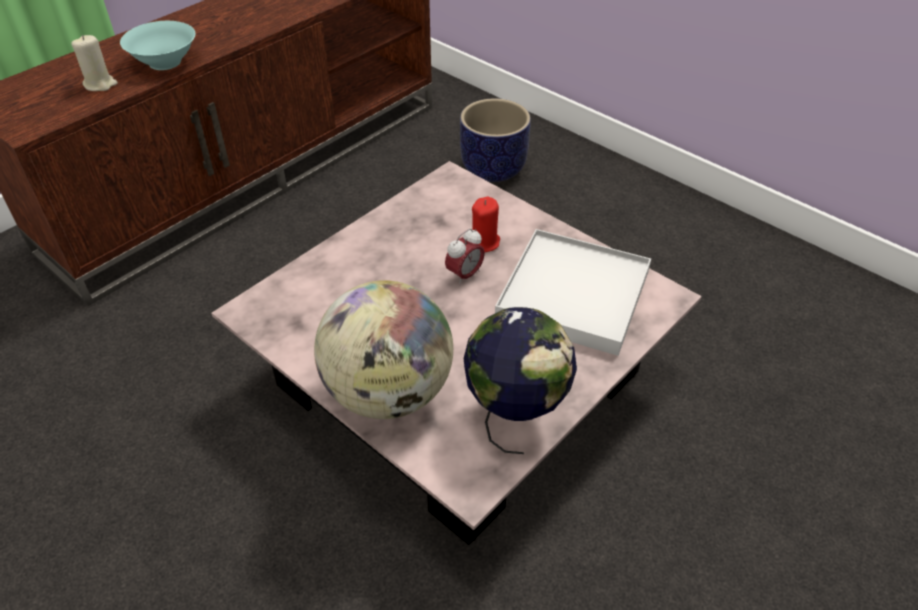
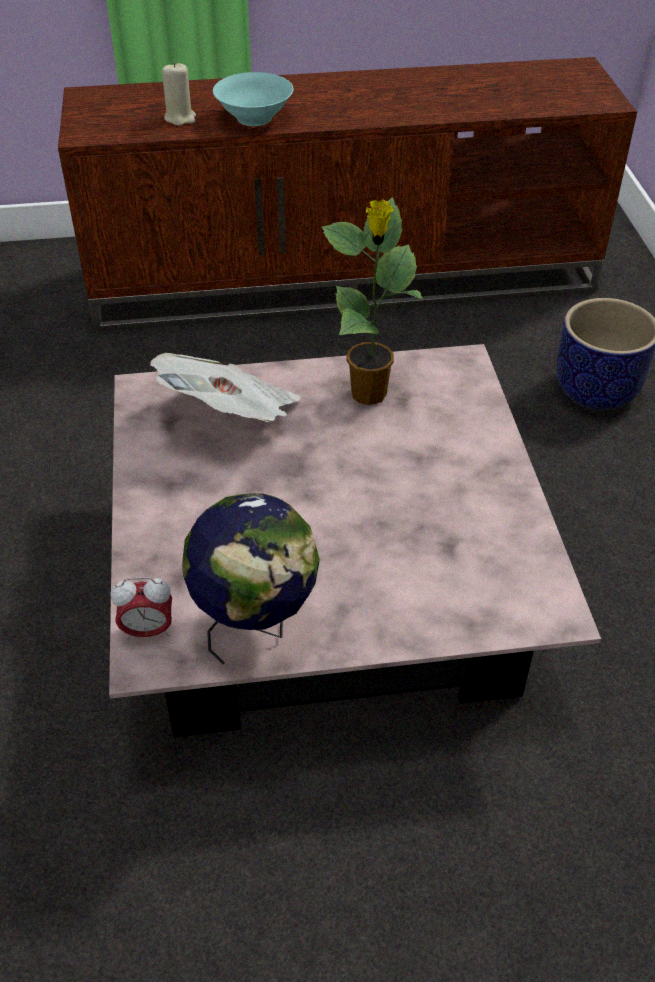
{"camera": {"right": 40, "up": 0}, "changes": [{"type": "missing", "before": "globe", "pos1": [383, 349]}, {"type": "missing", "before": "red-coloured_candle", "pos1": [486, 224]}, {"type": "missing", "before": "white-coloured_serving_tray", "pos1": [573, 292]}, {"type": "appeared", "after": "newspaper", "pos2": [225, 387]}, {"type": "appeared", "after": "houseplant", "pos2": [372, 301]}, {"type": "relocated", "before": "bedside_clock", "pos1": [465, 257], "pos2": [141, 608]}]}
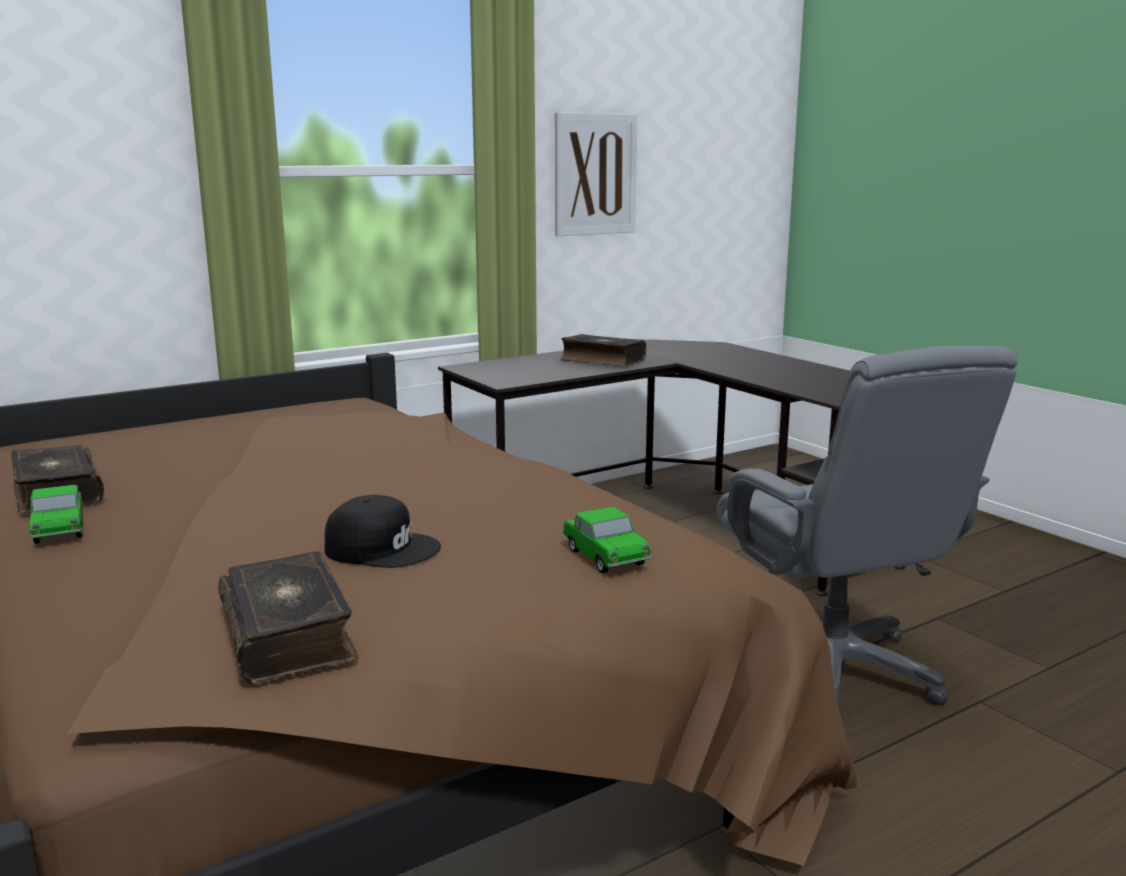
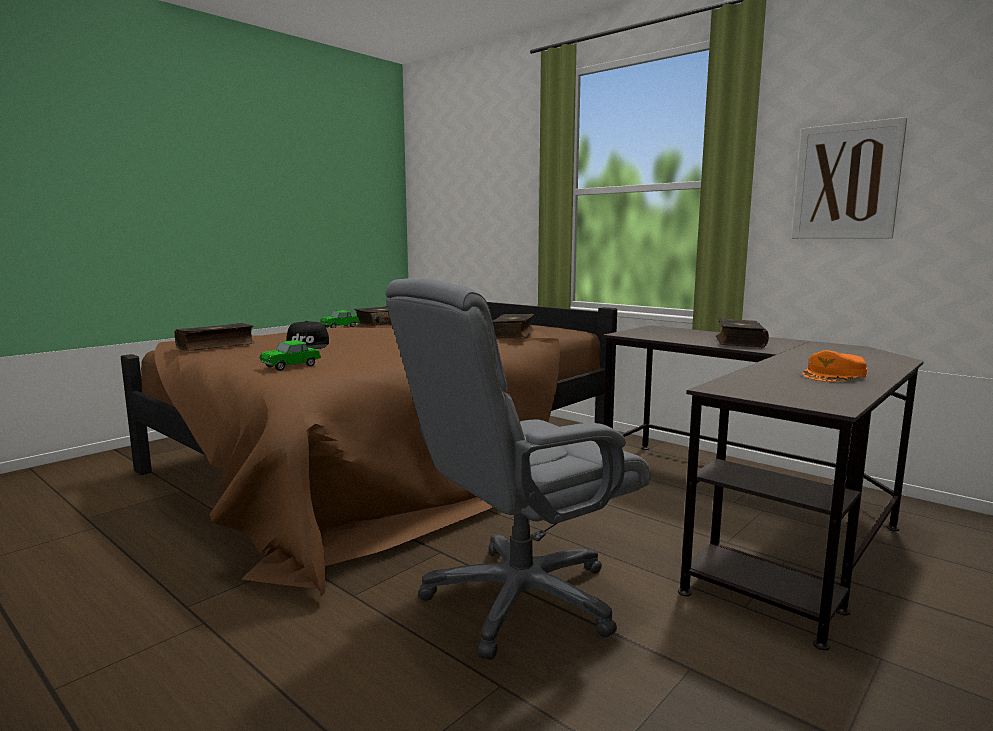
{"camera": {"right": 75, "up": -5}, "changes": [{"type": "appeared", "after": "volume", "pos2": [513, 326]}, {"type": "appeared", "after": "orange_peaked_cap", "pos2": [835, 366]}]}
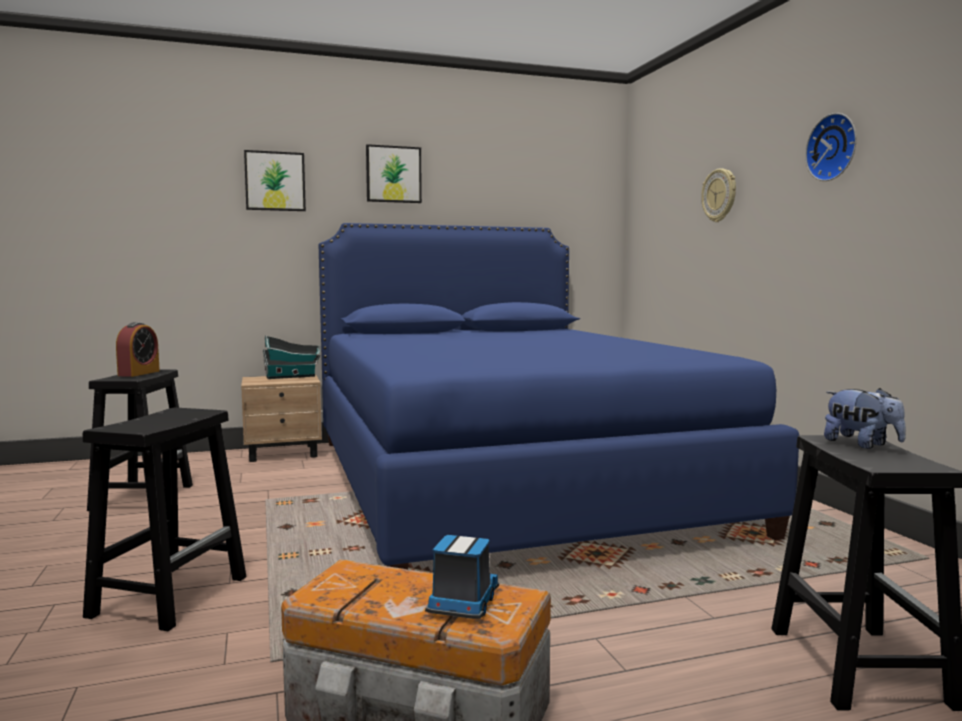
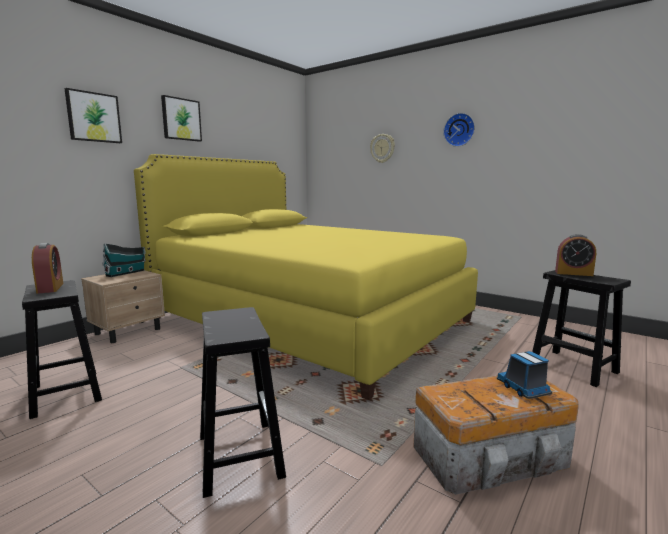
{"camera": {"right": -35, "up": 5}, "changes": [{"type": "exchanged", "before": "soft_toy", "after": "bedside_clock", "pos1": [865, 418], "pos2": [575, 255]}, {"type": "colour", "before": "blue-coloured_bedroom_bed", "after": "yellow-coloured_bedroom_bed", "pos1": [559, 396], "pos2": [306, 277]}]}
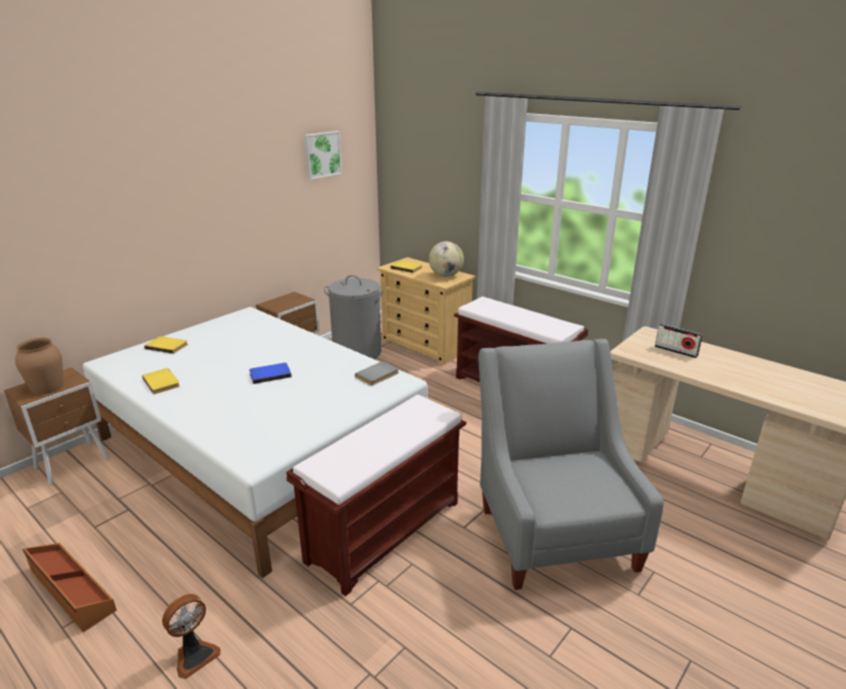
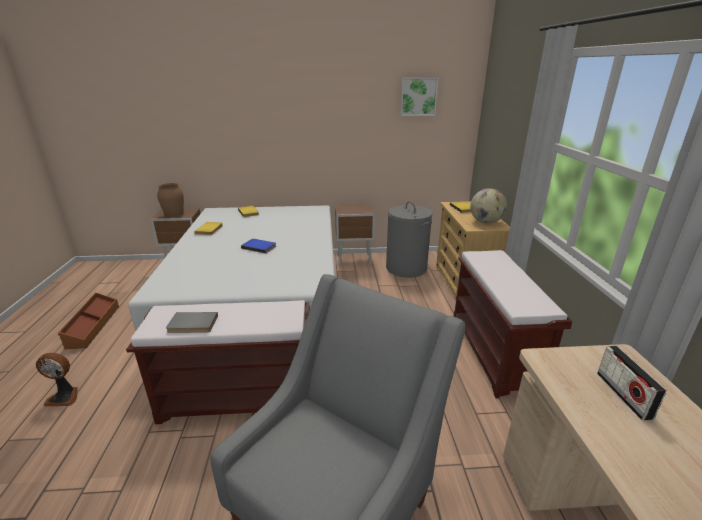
{"camera": {"right": 45, "up": 0}, "changes": [{"type": "relocated", "before": "gray_volume", "pos1": [377, 373], "pos2": [192, 322]}]}
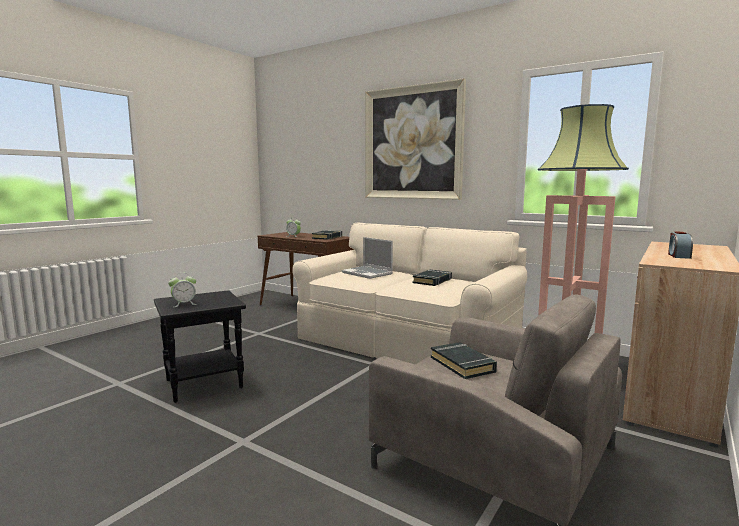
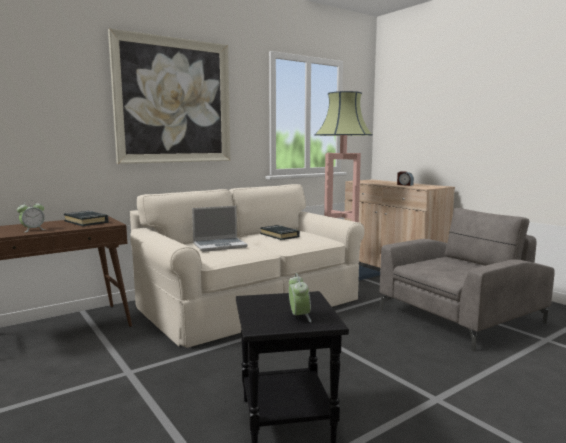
{"camera": {"right": -70, "up": 0}, "changes": [{"type": "missing", "before": "black-coloured_volume", "pos1": [464, 360]}]}
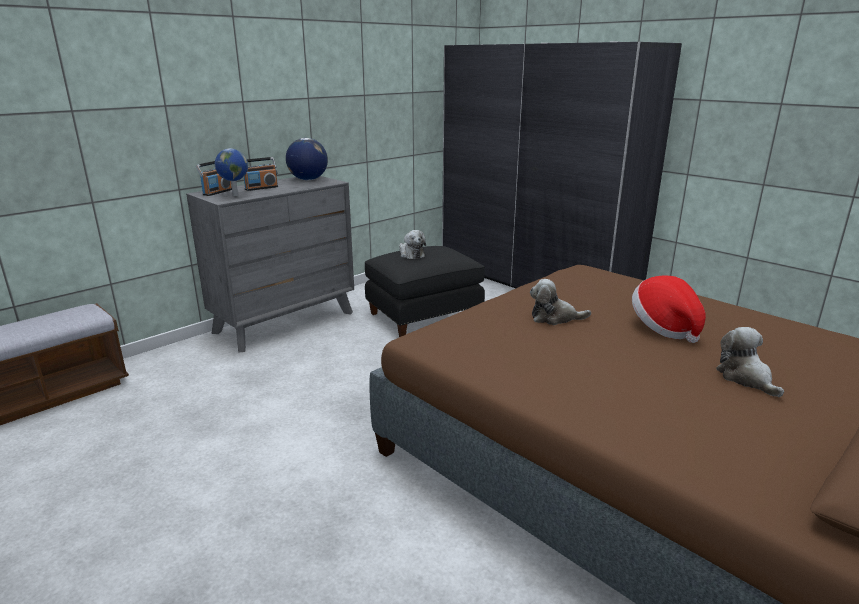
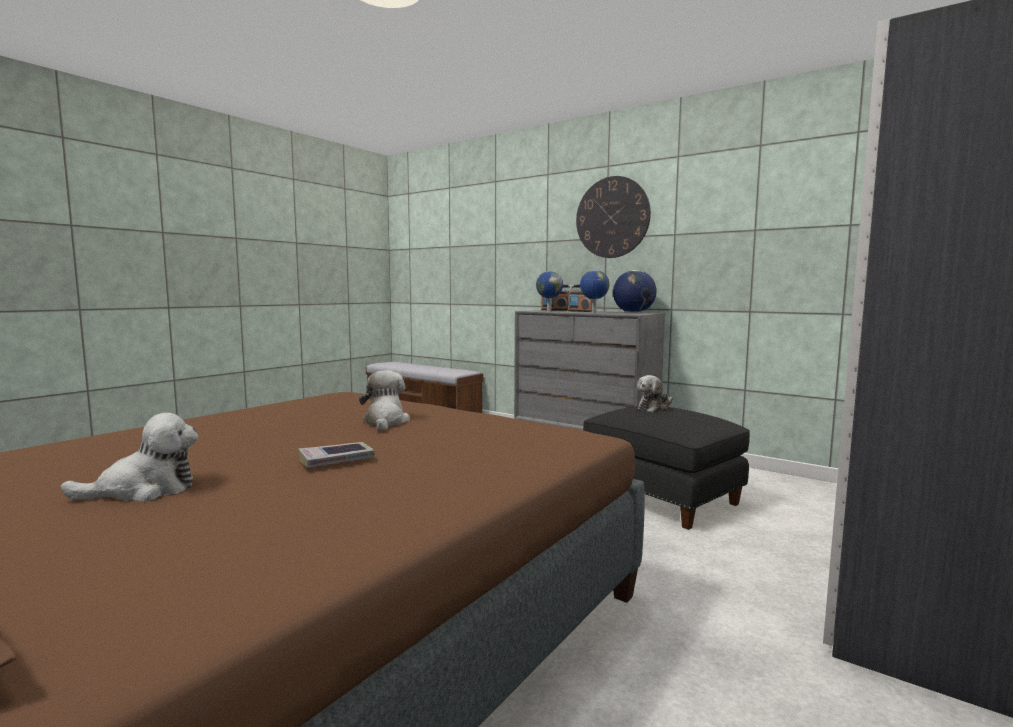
{"camera": {"right": 80, "up": -15}, "changes": [{"type": "appeared", "after": "wall_clock", "pos2": [613, 217]}, {"type": "appeared", "after": "globe", "pos2": [594, 291]}, {"type": "exchanged", "before": "clothing_hat", "after": "volume", "pos1": [669, 309], "pos2": [336, 455]}]}
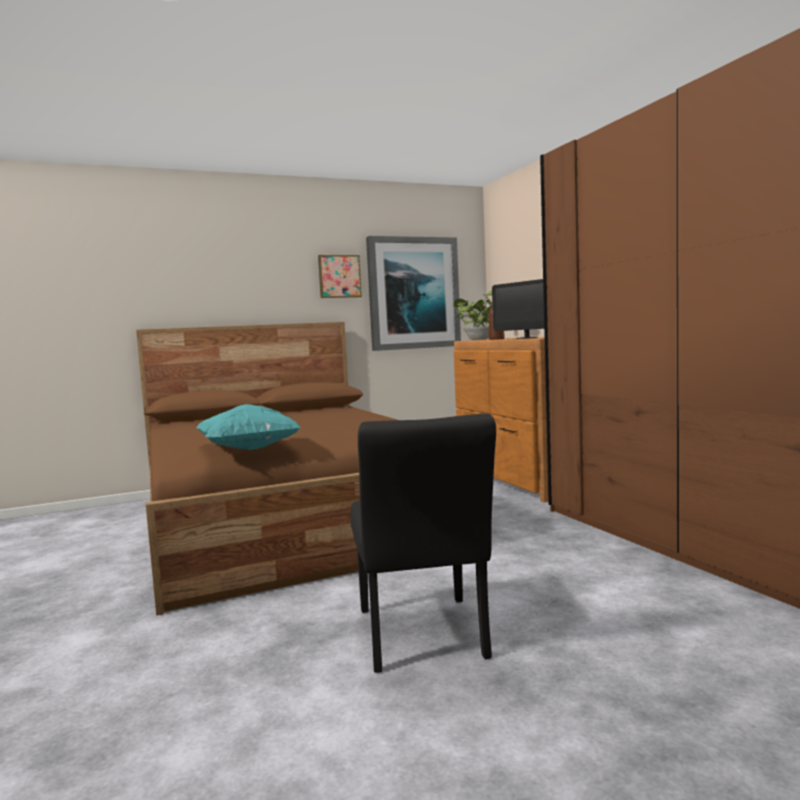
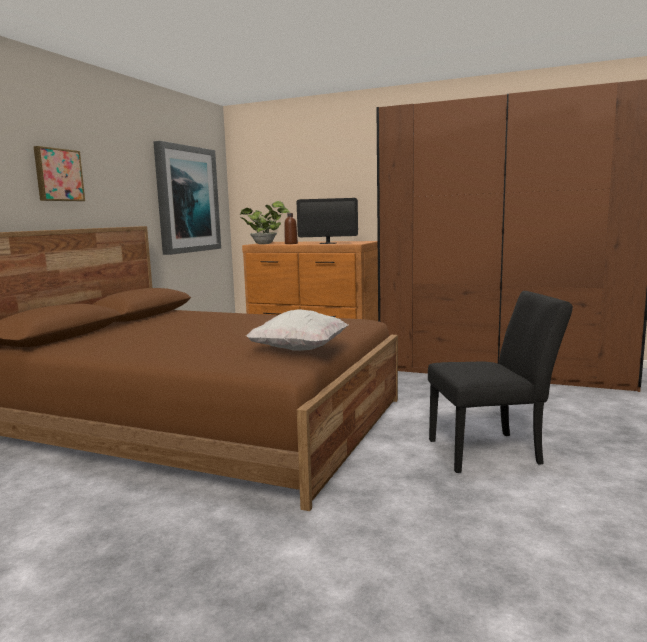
{"camera": {"right": -45, "up": 5}, "changes": [{"type": "relocated", "before": "wall_art", "pos1": [340, 276], "pos2": [59, 173]}, {"type": "colour", "before": "turquoise-coloured_throw_pillow", "after": "white-coloured_throw_pillow", "pos1": [248, 427], "pos2": [297, 330]}, {"type": "spun", "before": "black-coloured_chair", "pos1": [423, 543], "pos2": [500, 382], "turn": -45}]}
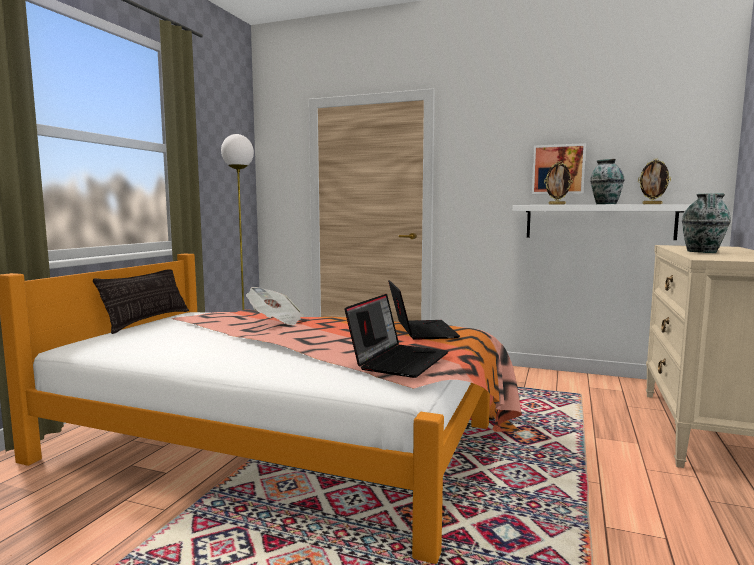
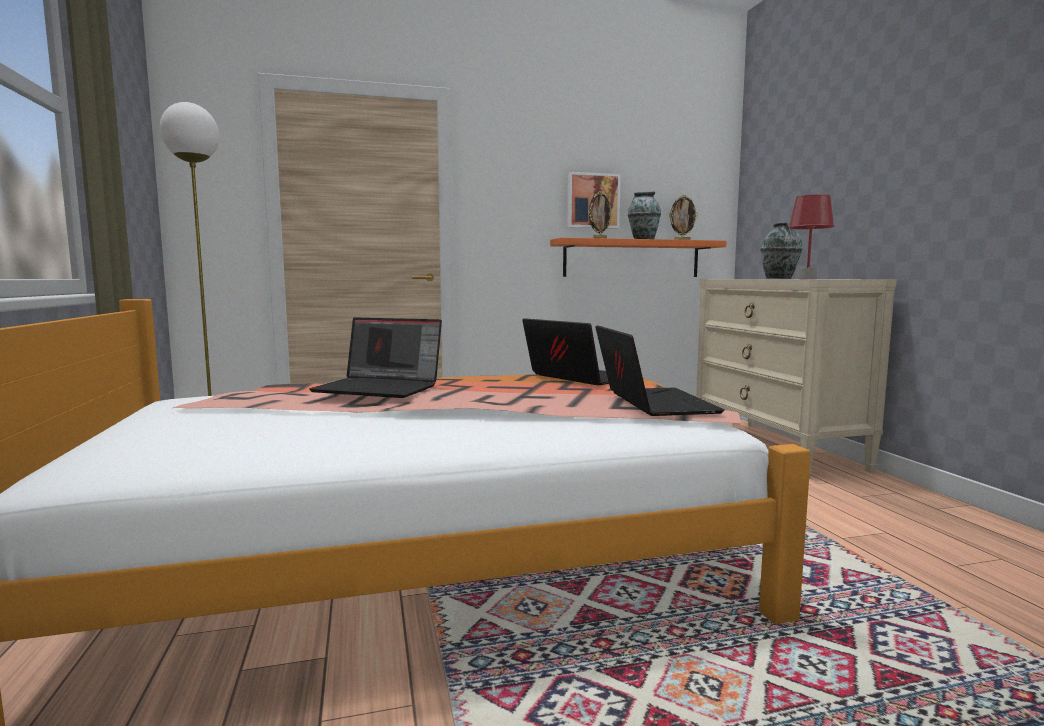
{"camera": {"right": -35, "up": 0}, "changes": [{"type": "missing", "before": "throw_pillow", "pos1": [141, 302]}, {"type": "appeared", "after": "red-coloured_tabletop_lamp", "pos2": [811, 236]}, {"type": "exchanged", "before": "newspaper", "after": "portable_computer", "pos1": [275, 306], "pos2": [375, 358]}, {"type": "colour", "before": "white-coloured_wall_shelf", "after": "orange_wall_shelf", "pos1": [602, 222], "pos2": [638, 257]}]}
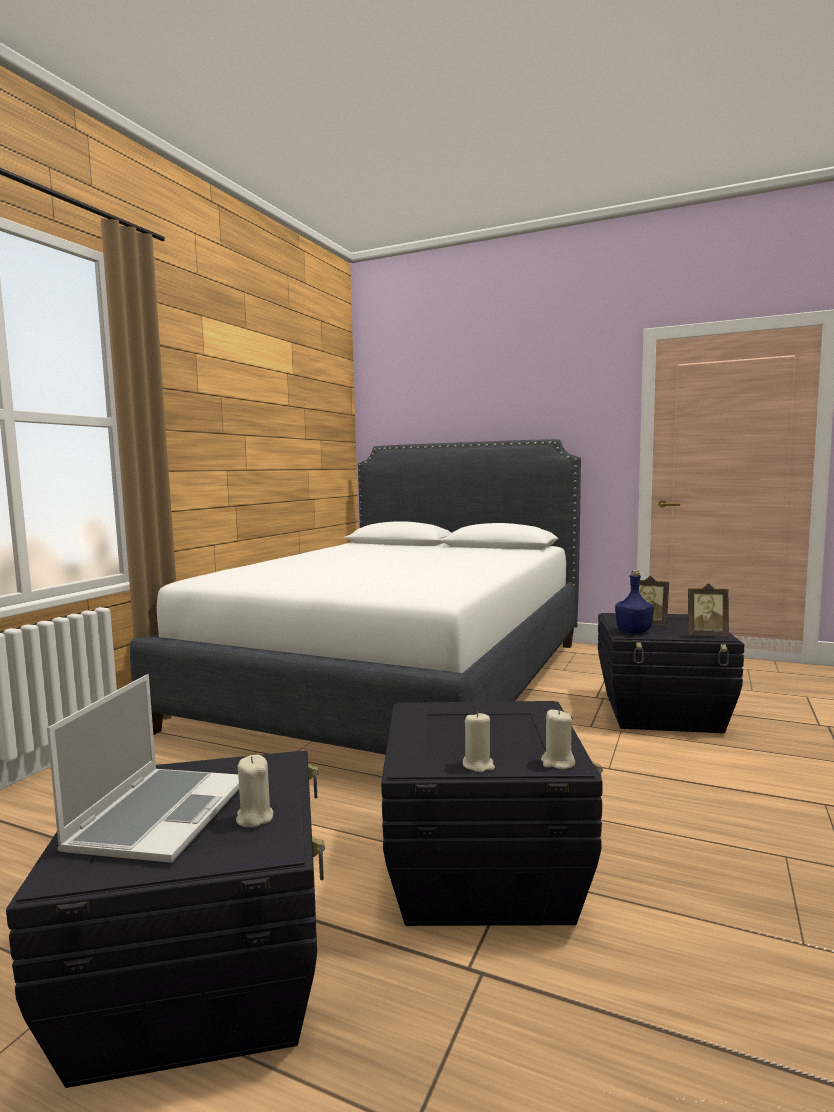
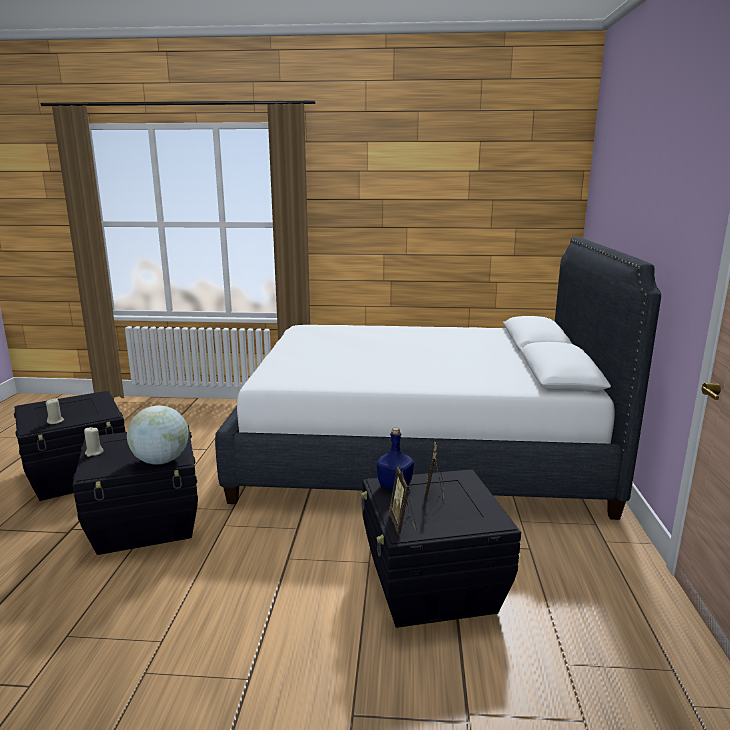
{"camera": {"right": 70, "up": 10}, "changes": [{"type": "missing", "before": "portable_computer", "pos1": [143, 768]}, {"type": "missing", "before": "beige_candle", "pos1": [558, 739]}, {"type": "appeared", "after": "globe", "pos2": [158, 435]}]}
